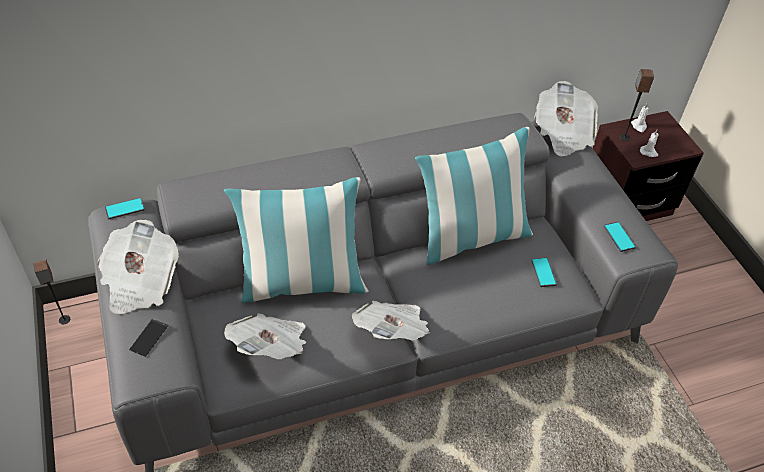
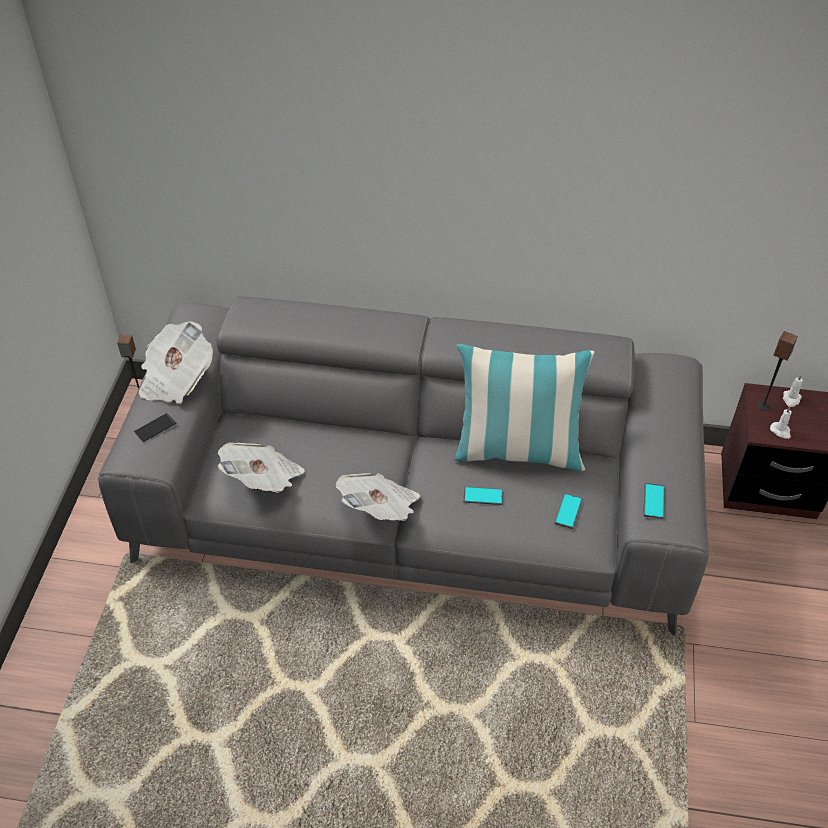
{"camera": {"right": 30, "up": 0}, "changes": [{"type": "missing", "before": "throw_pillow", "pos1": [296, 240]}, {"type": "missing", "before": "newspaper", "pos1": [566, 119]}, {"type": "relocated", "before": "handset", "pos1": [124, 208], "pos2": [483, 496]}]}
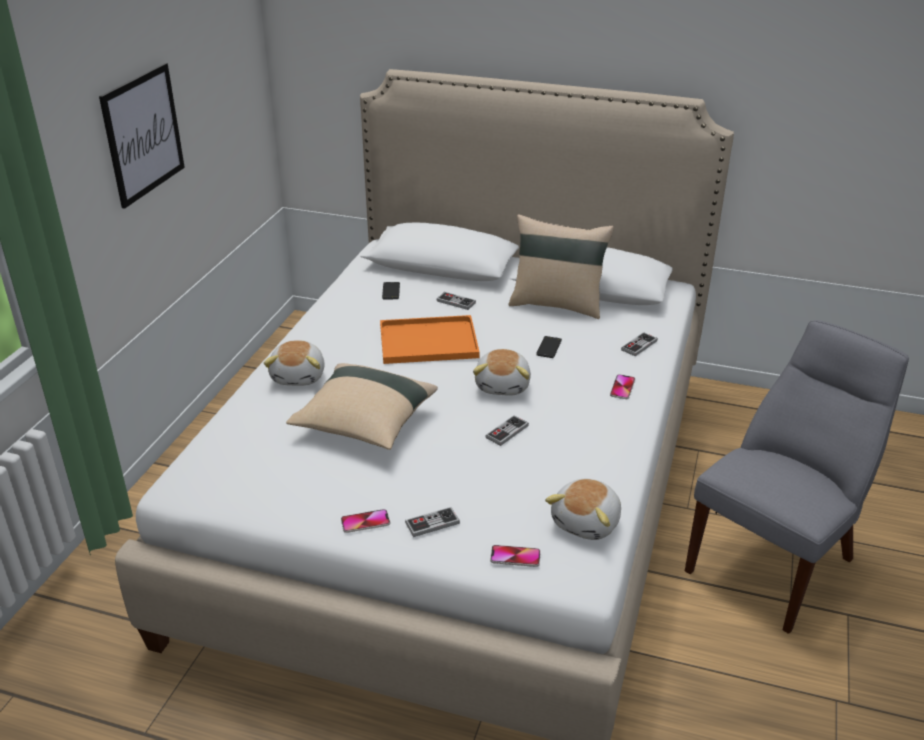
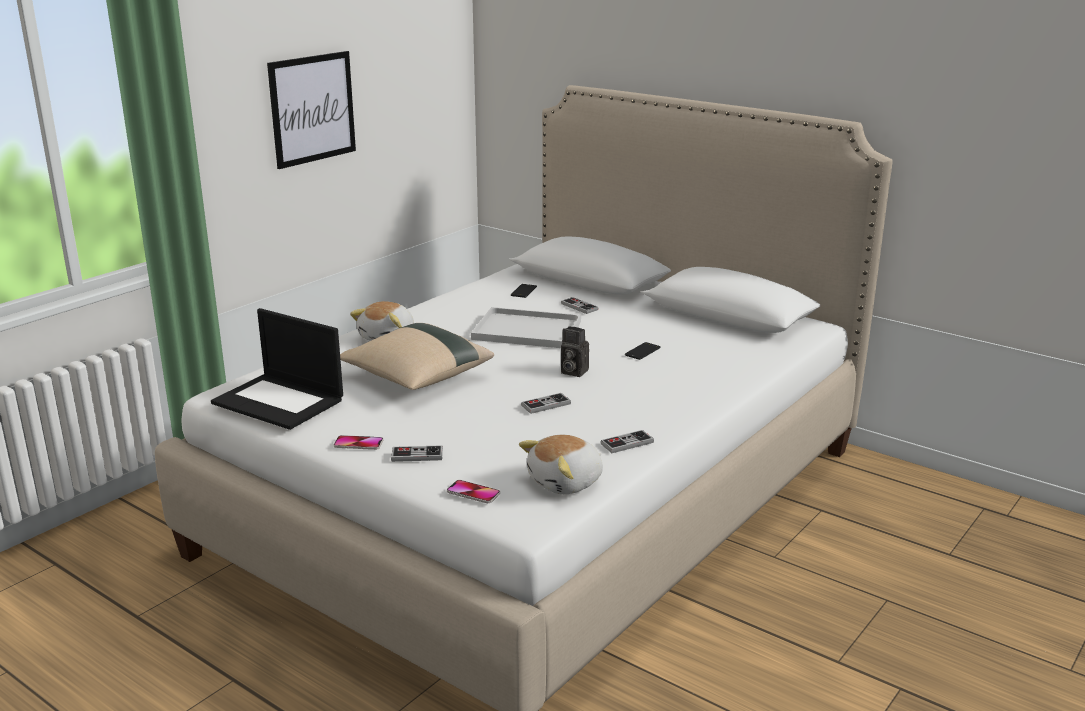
{"camera": {"right": 20, "up": -10}, "changes": [{"type": "missing", "before": "beige_throw_pillow", "pos1": [561, 266]}, {"type": "missing", "before": "handset", "pos1": [622, 386]}, {"type": "missing", "before": "gray_chair", "pos1": [797, 477]}, {"type": "appeared", "after": "portable_computer", "pos2": [277, 369]}, {"type": "relocated", "before": "game_controller", "pos1": [639, 344], "pos2": [627, 441]}, {"type": "exchanged", "before": "soft_toy", "after": "still_camera", "pos1": [502, 372], "pos2": [575, 351]}, {"type": "colour", "before": "orange_serving_tray", "after": "white-coloured_serving_tray", "pos1": [430, 339], "pos2": [526, 327]}]}
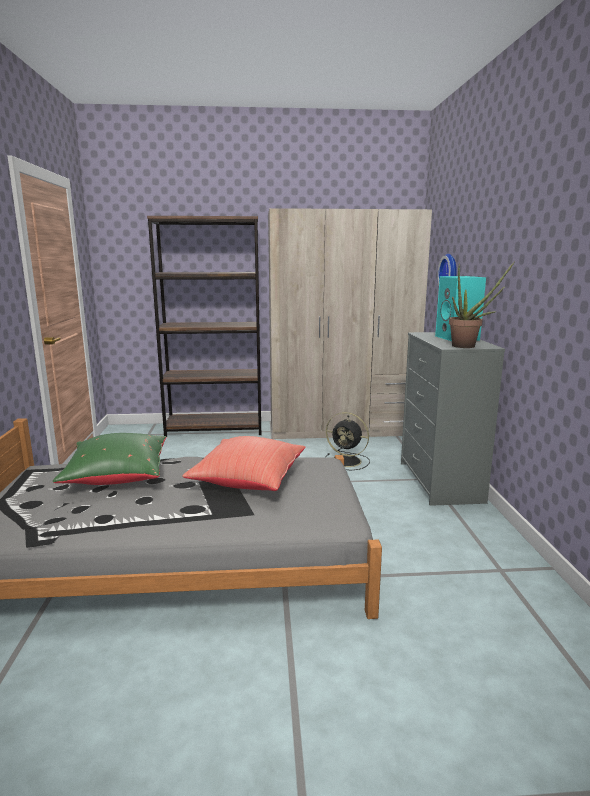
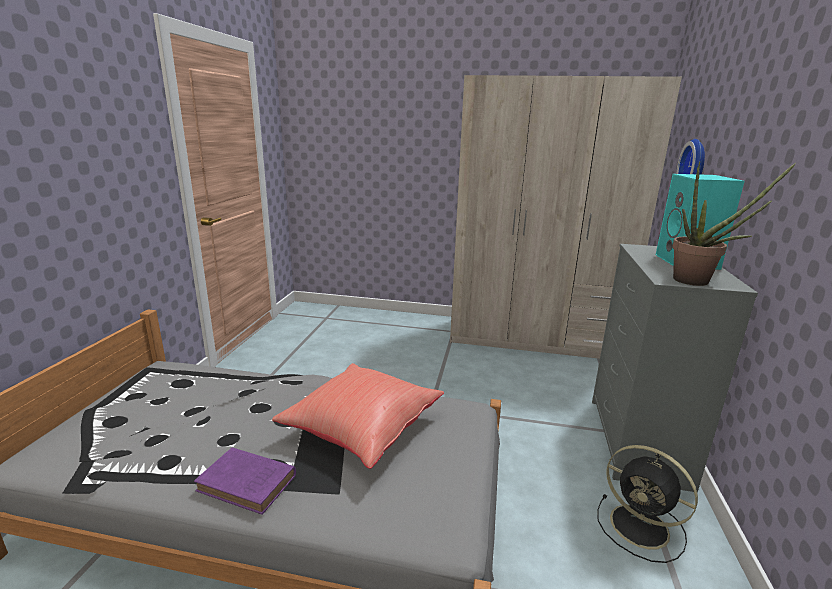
{"camera": {"right": 15, "up": 5}, "changes": [{"type": "missing", "before": "green_throw_pillow", "pos1": [109, 459]}, {"type": "missing", "before": "brown_shelving_unit", "pos1": [204, 326]}, {"type": "appeared", "after": "purplish_volume", "pos2": [245, 481]}, {"type": "relocated", "before": "black-coloured_electric_fan", "pos1": [347, 441], "pos2": [647, 504]}]}
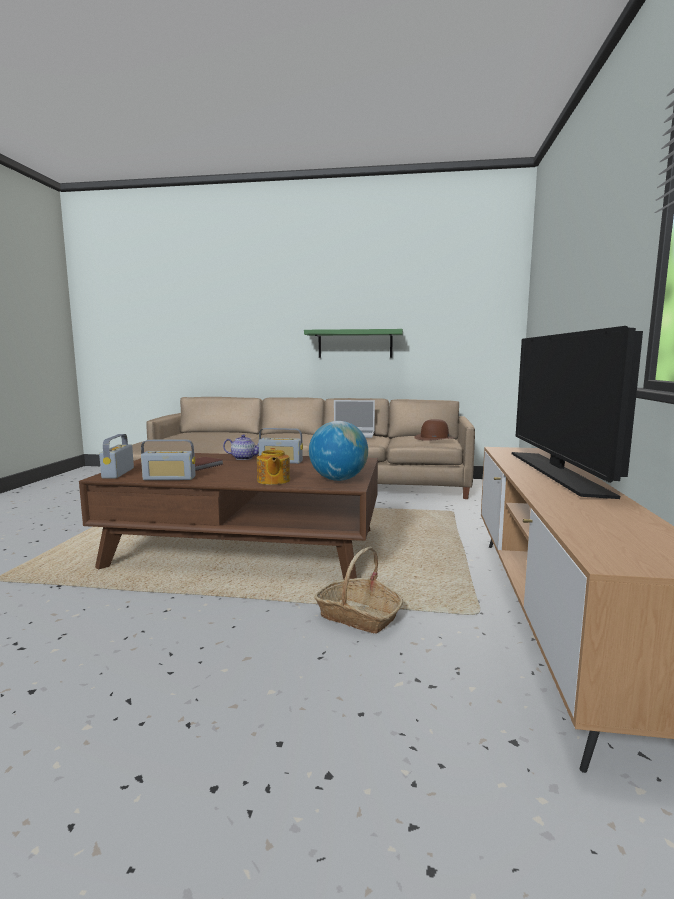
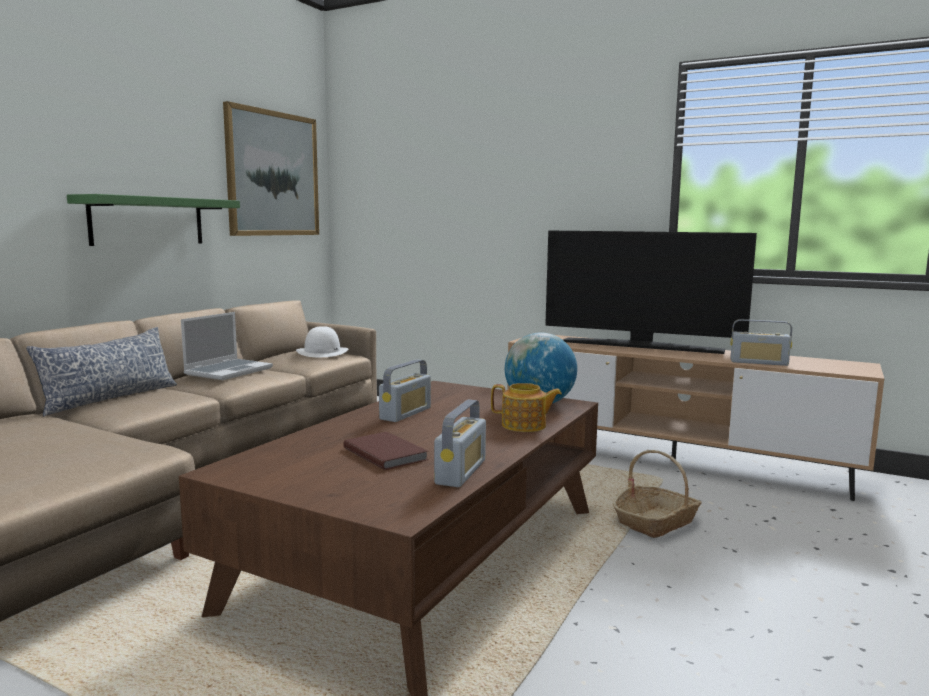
{"camera": {"right": -70, "up": 0}, "changes": [{"type": "missing", "before": "tea_pot", "pos1": [241, 447]}, {"type": "appeared", "after": "throw_pillow", "pos2": [101, 371]}, {"type": "appeared", "after": "wall_art", "pos2": [271, 168]}, {"type": "relocated", "before": "radio_set", "pos1": [116, 456], "pos2": [761, 342]}, {"type": "colour", "before": "brown_clothing_hat", "after": "white-coloured_clothing_hat", "pos1": [434, 430], "pos2": [322, 341]}]}
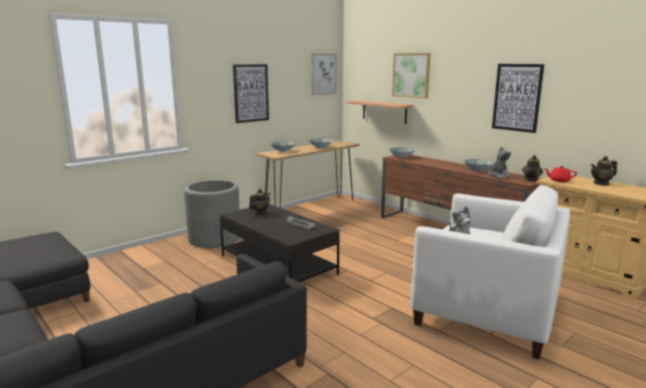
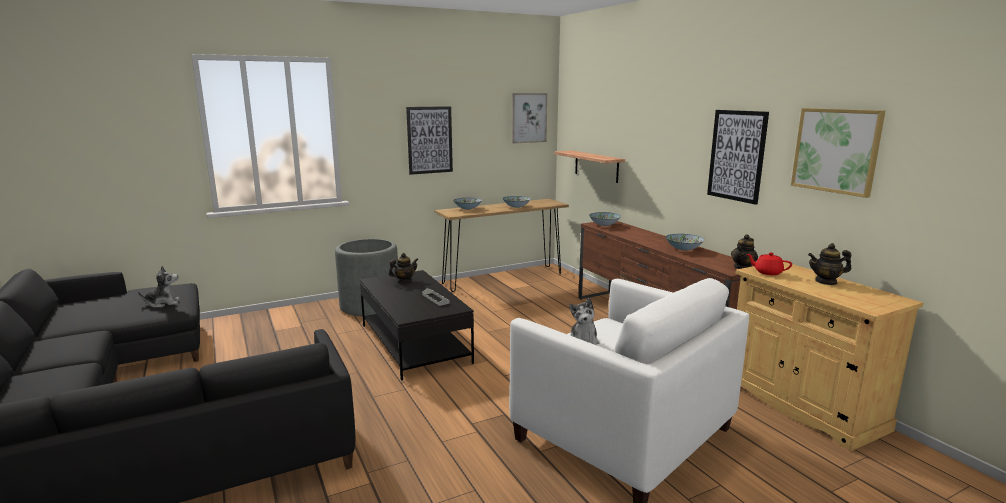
{"camera": {"right": 15, "up": 0}, "changes": [{"type": "relocated", "before": "wall_art", "pos1": [411, 76], "pos2": [838, 153]}, {"type": "relocated", "before": "soft_toy", "pos1": [499, 162], "pos2": [159, 287]}]}
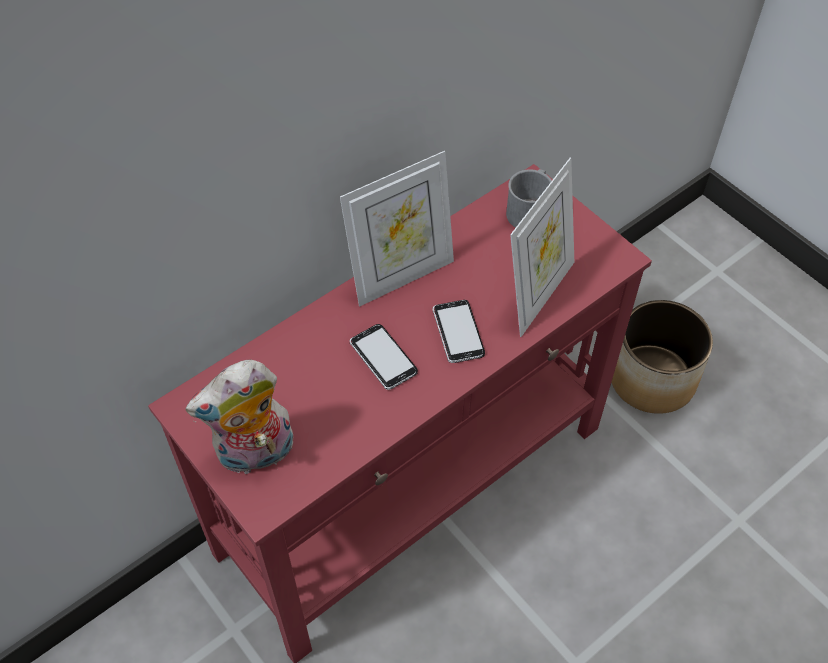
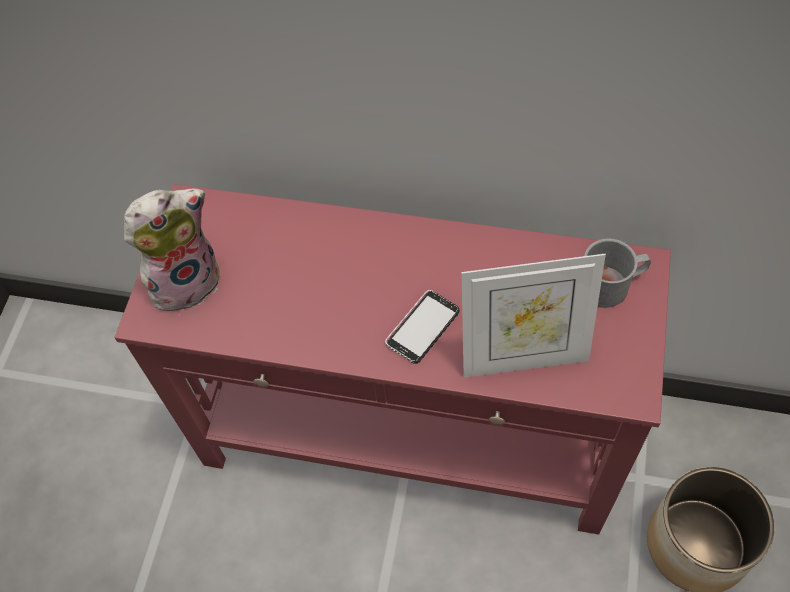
{"camera": {"right": 55, "up": 5}, "changes": [{"type": "missing", "before": "standing_frame", "pos1": [397, 229]}, {"type": "missing", "before": "handset", "pos1": [384, 357]}, {"type": "spun", "before": "soft_toy", "pos1": [239, 417], "pos2": [172, 252], "turn": 120}]}
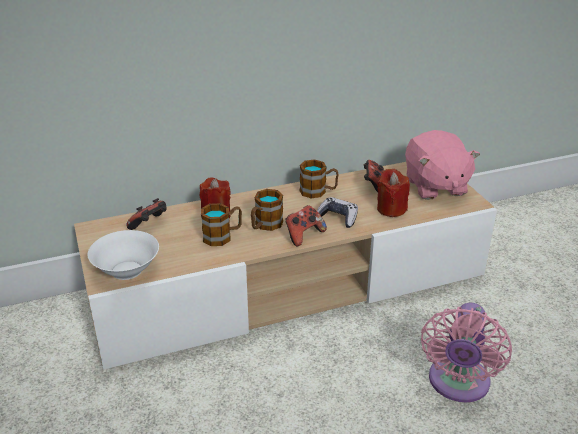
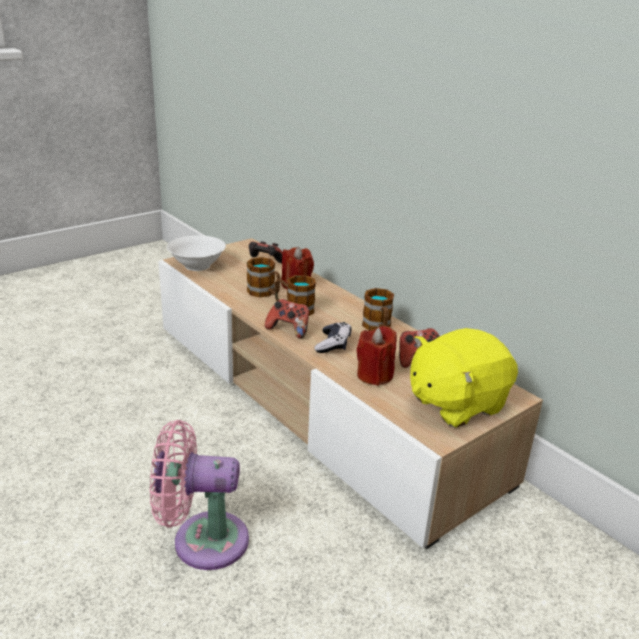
{"camera": {"right": 70, "up": -5}, "changes": [{"type": "colour", "before": "pink-coloured_soft_toy", "after": "yellow-coloured_soft_toy", "pos1": [442, 165], "pos2": [464, 378]}]}
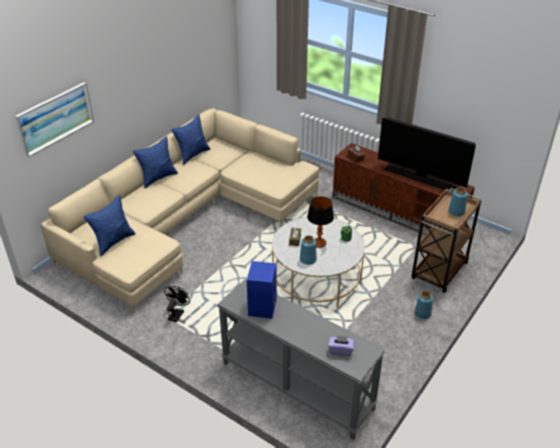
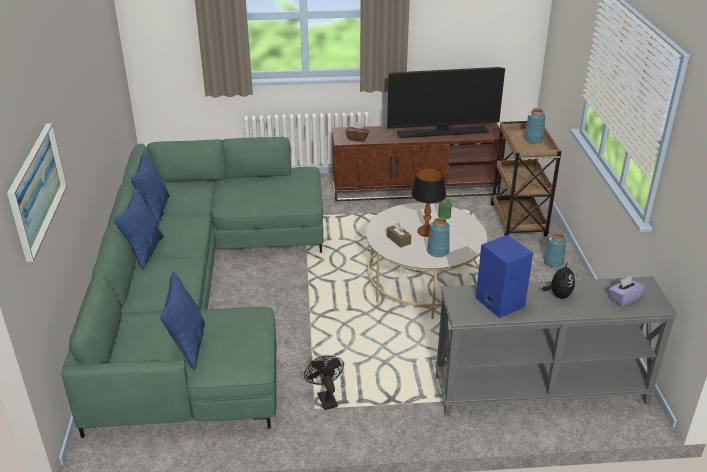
{"camera": {"right": -40, "up": -5}, "changes": [{"type": "appeared", "after": "soft_toy", "pos2": [558, 280]}, {"type": "colour", "before": "beige_sofa", "after": "green_sofa", "pos1": [180, 210], "pos2": [192, 287]}]}
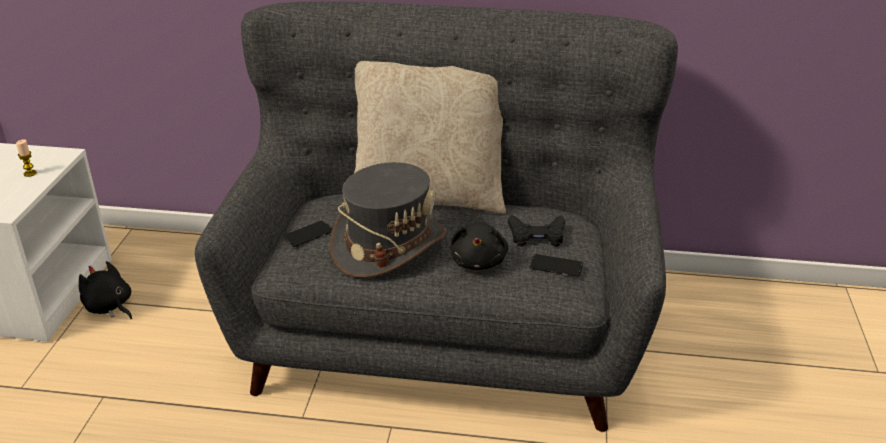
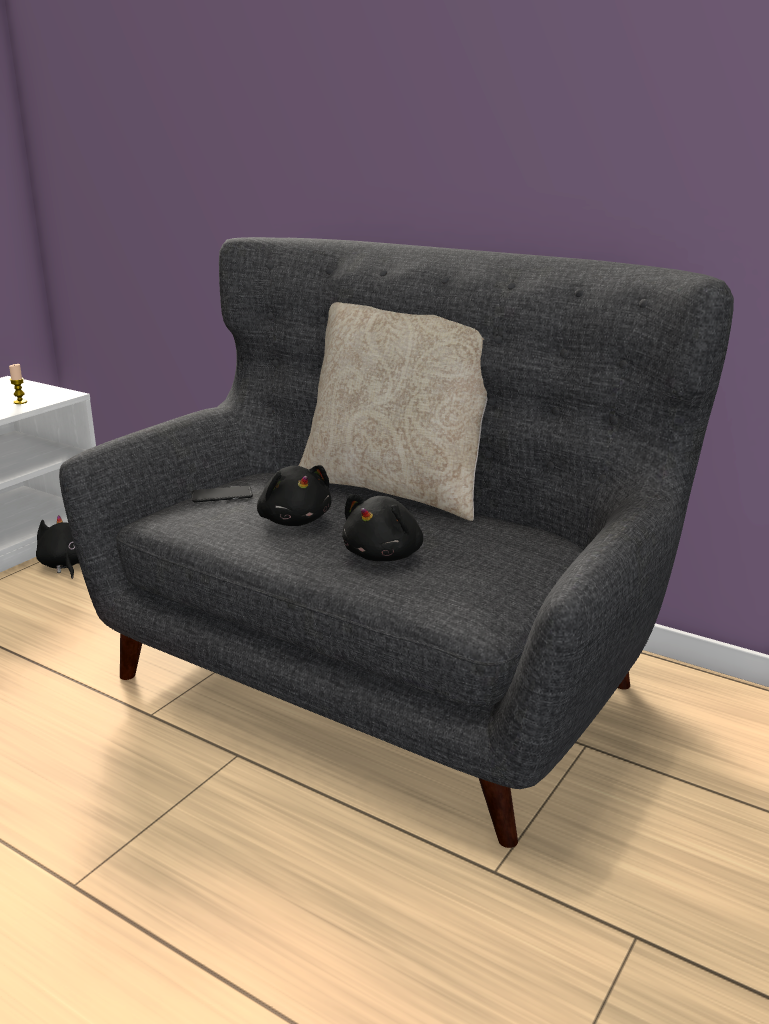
{"camera": {"right": 25, "up": -10}, "changes": [{"type": "missing", "before": "black-coloured_game_controller", "pos1": [536, 231]}, {"type": "missing", "before": "handset", "pos1": [556, 265]}, {"type": "exchanged", "before": "gray_clothing_hat", "after": "black-coloured_soft_toy", "pos1": [388, 220], "pos2": [294, 495]}]}
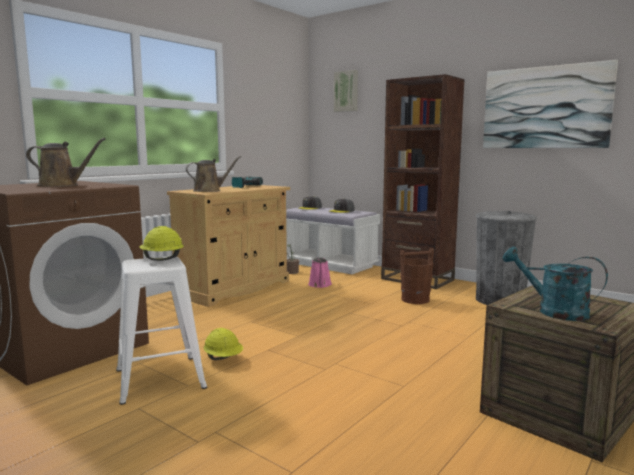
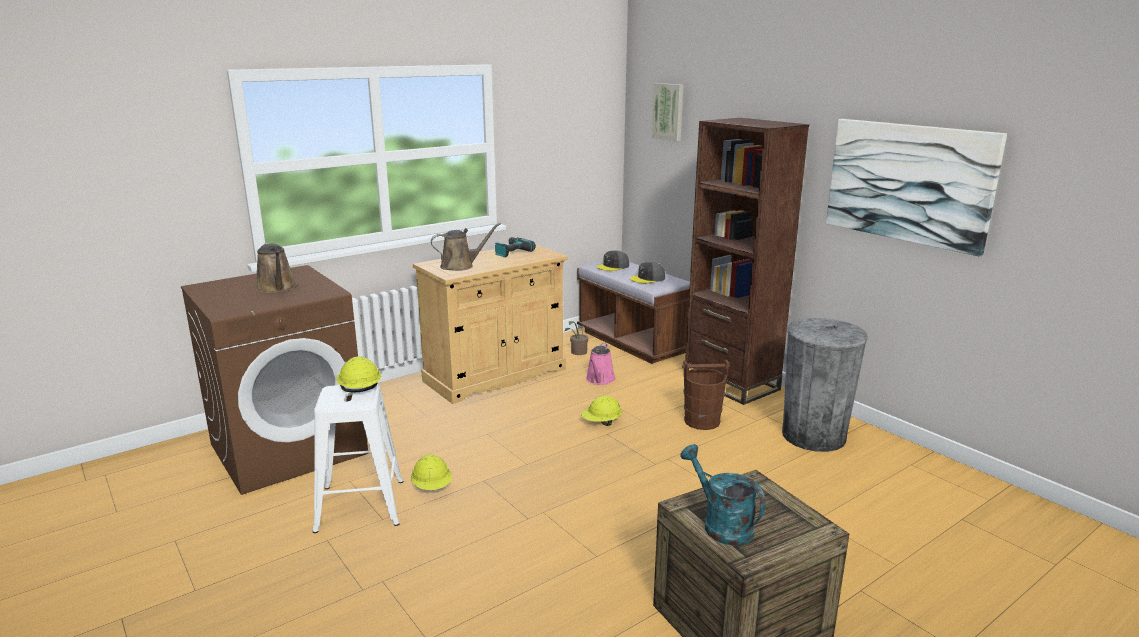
{"camera": {"right": 15, "up": 10}, "changes": [{"type": "appeared", "after": "yellow-coloured_hard_hat", "pos2": [601, 411]}, {"type": "colour", "before": "white-coloured_long_seat", "after": "brown_long_seat", "pos1": [333, 240], "pos2": [633, 312]}, {"type": "spun", "before": "brown_sprinkling_can", "pos1": [66, 162], "pos2": [276, 268], "turn": 45}]}
